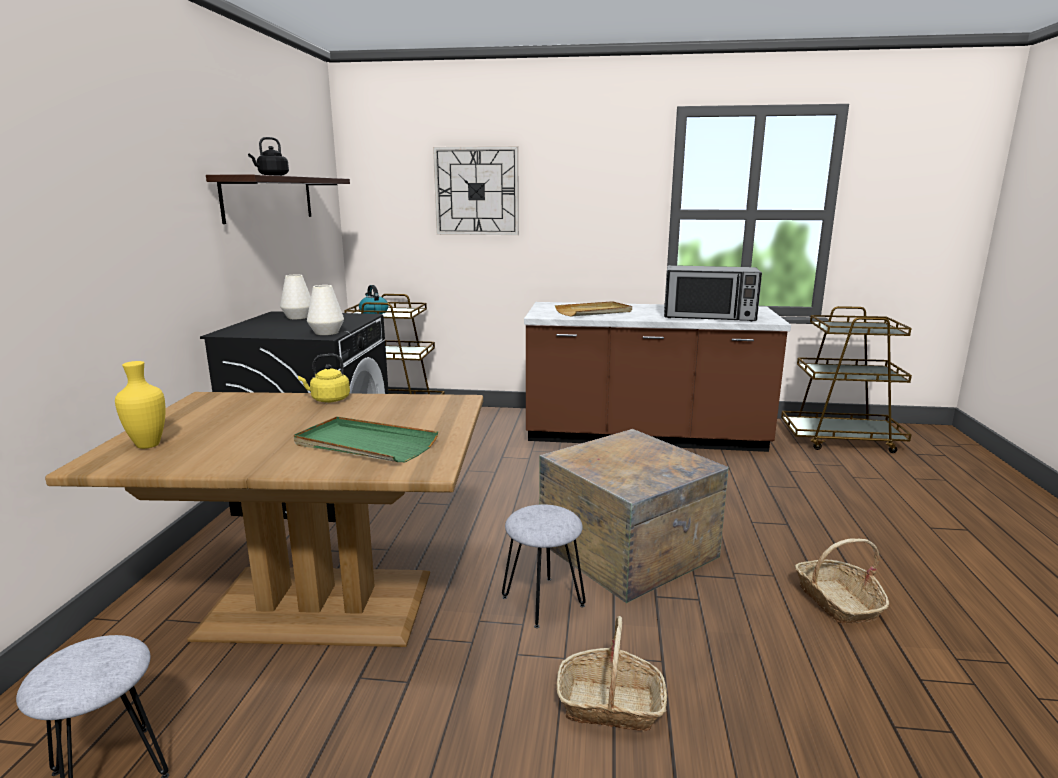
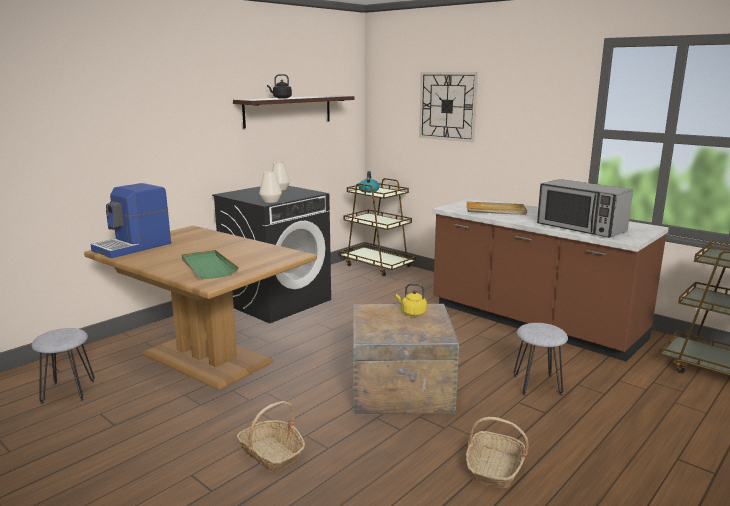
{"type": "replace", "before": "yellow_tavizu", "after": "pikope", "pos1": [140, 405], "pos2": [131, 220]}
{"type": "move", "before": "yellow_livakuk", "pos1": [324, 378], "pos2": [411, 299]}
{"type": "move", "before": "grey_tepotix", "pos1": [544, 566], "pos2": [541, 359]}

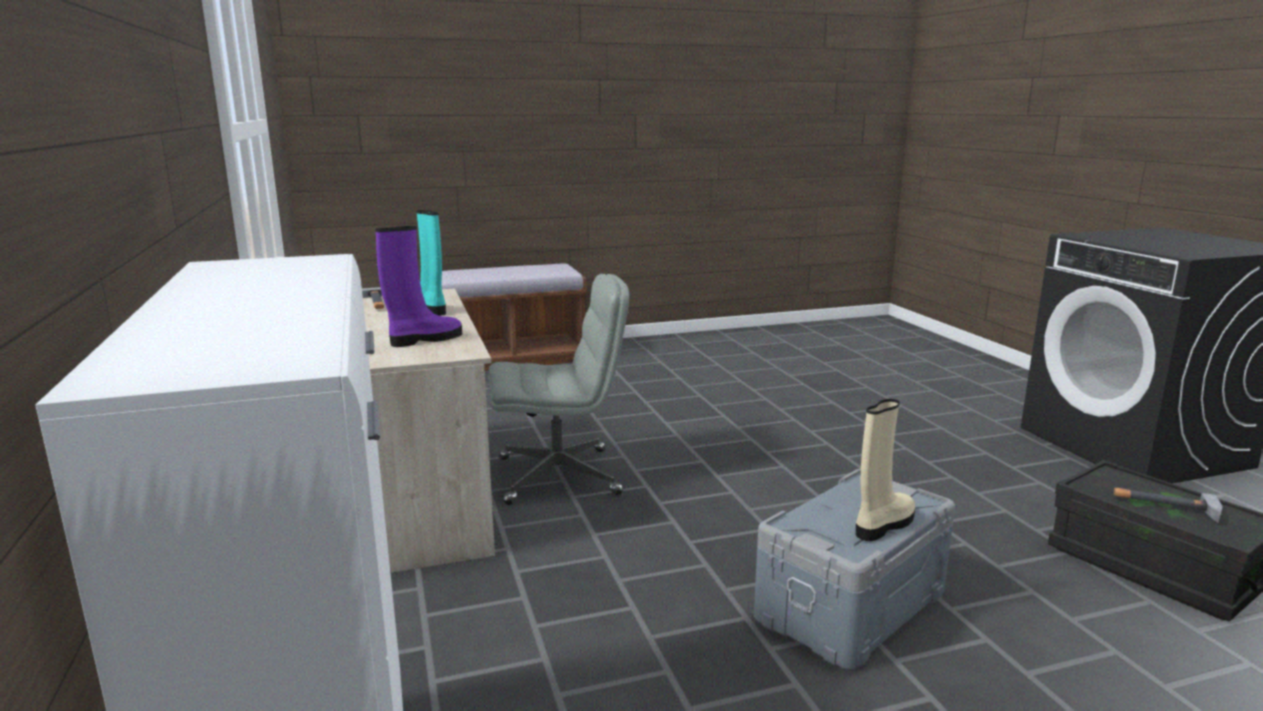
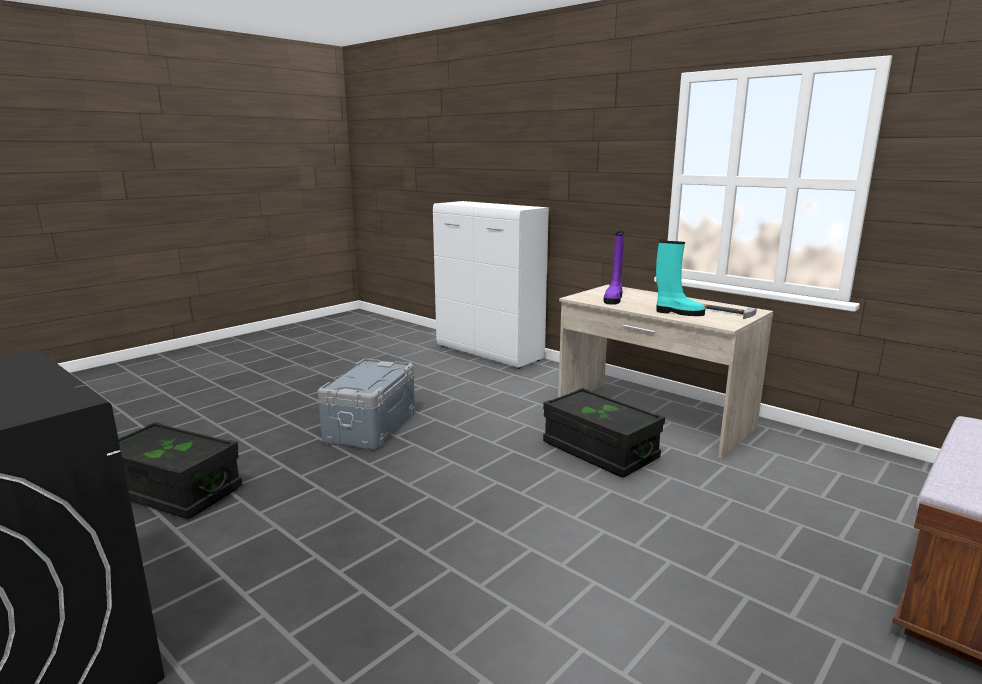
{"type": "replace", "before": "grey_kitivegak", "after": "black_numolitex", "pos1": [558, 389], "pos2": [604, 432]}
{"type": "delete", "before": "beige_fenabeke", "pos1": [885, 470]}
{"type": "delete", "before": "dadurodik", "pos1": [1168, 505]}

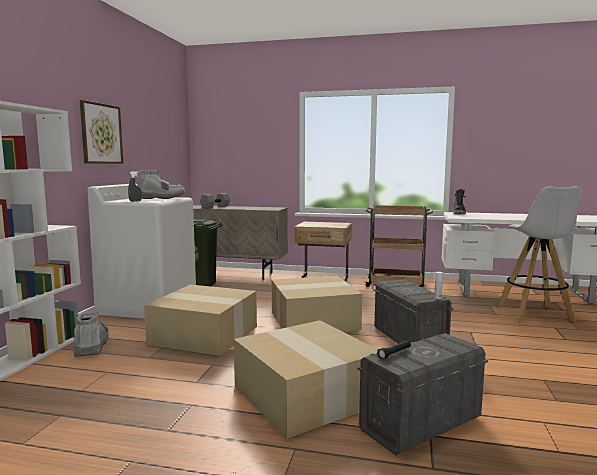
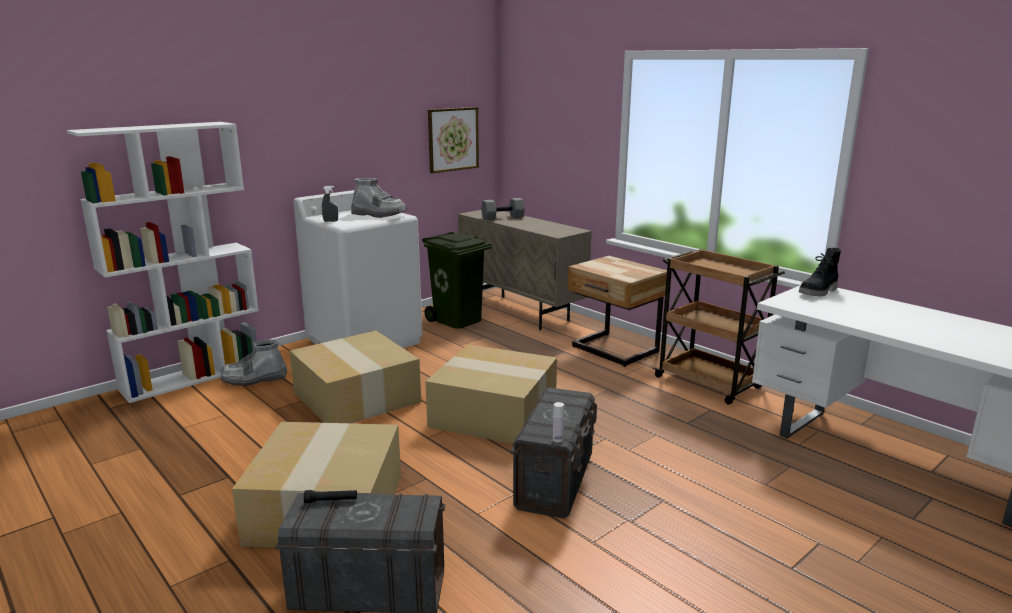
{"type": "rotate", "before": "grey_fenabeke", "pos1": [91, 335], "pos2": [254, 362], "turn": -135}
{"type": "move", "before": "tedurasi", "pos1": [101, 131], "pos2": [453, 140]}
{"type": "delete", "before": "white_tepotix", "pos1": [539, 254]}

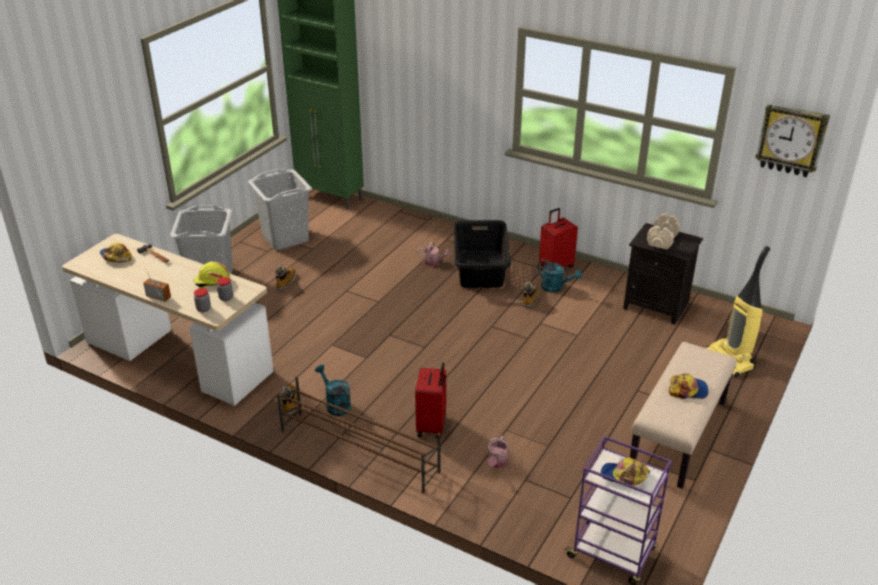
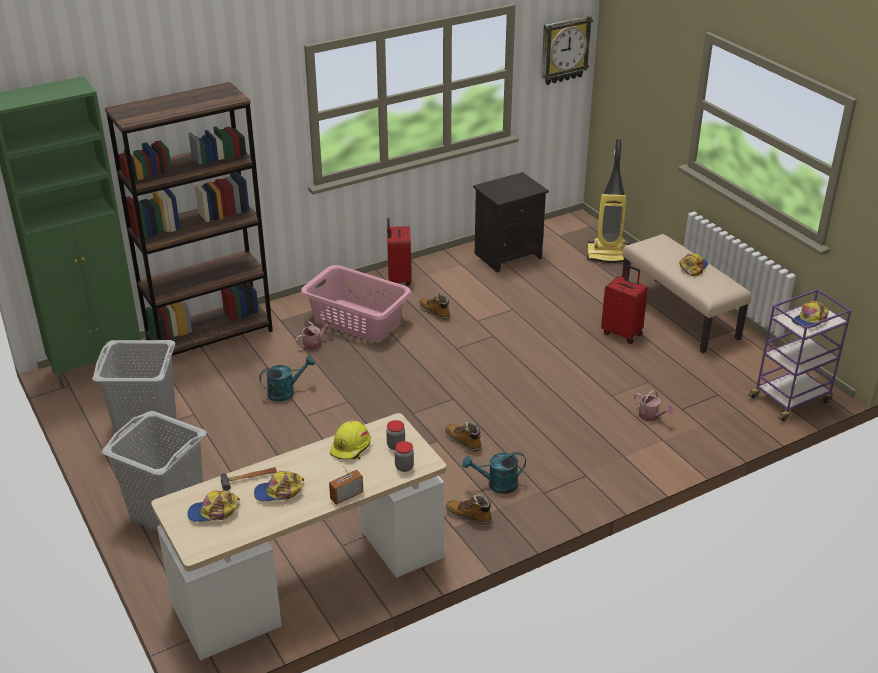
{"type": "insert", "after": "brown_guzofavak", "pos2": [189, 222]}
{"type": "insert", "after": "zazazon", "pos2": [279, 486]}
{"type": "move", "before": "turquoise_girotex", "pos1": [560, 275], "pos2": [287, 379]}
{"type": "recolor", "before": "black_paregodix", "after": "pink_paregodix", "pos1": [482, 254], "pos2": [356, 303]}
{"type": "move", "before": "fenabeke", "pos1": [285, 277], "pos2": [463, 436]}
{"type": "move", "before": "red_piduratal", "pos1": [430, 400], "pos2": [624, 304]}
{"type": "delete", "before": "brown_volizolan", "pos1": [359, 434]}
{"type": "delete", "before": "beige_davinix", "pos1": [663, 231]}

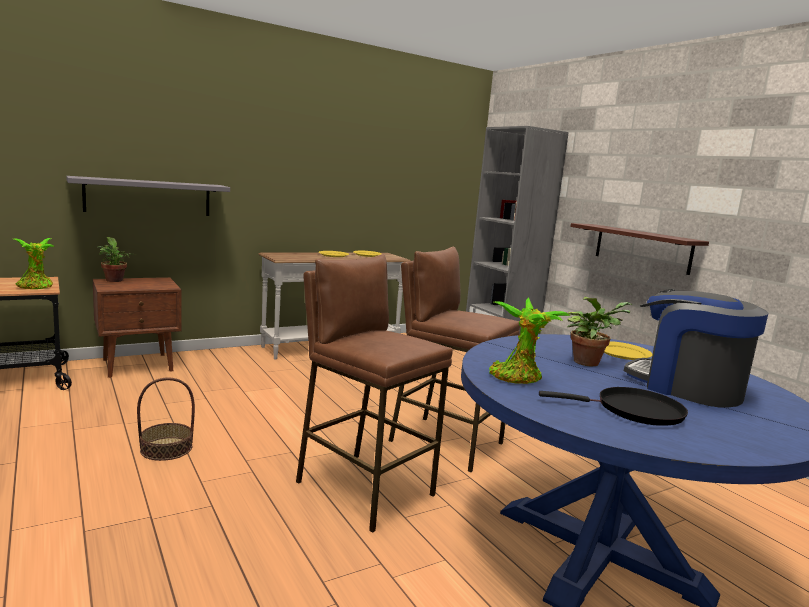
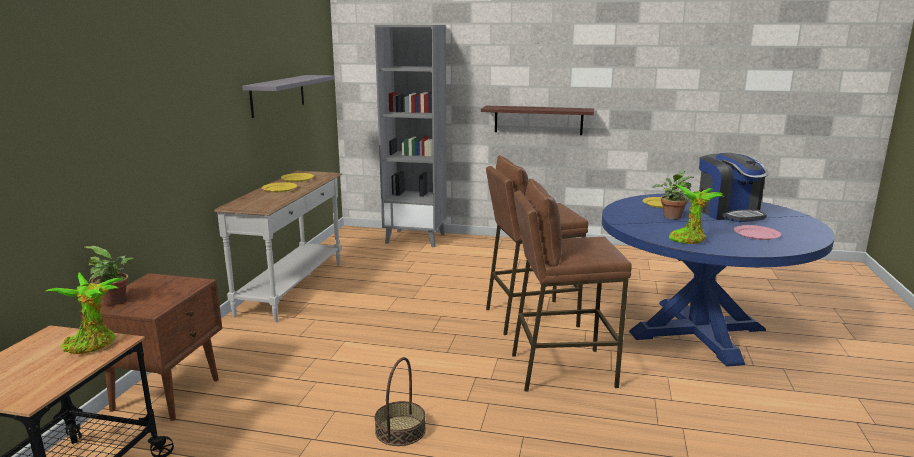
{"type": "move", "before": "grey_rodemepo", "pos1": [148, 196], "pos2": [288, 96]}
{"type": "rotate", "before": "pikope", "pos1": [696, 348], "pos2": [734, 187], "turn": -105}
{"type": "replace", "before": "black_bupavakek", "after": "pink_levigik", "pos1": [613, 406], "pos2": [757, 232]}

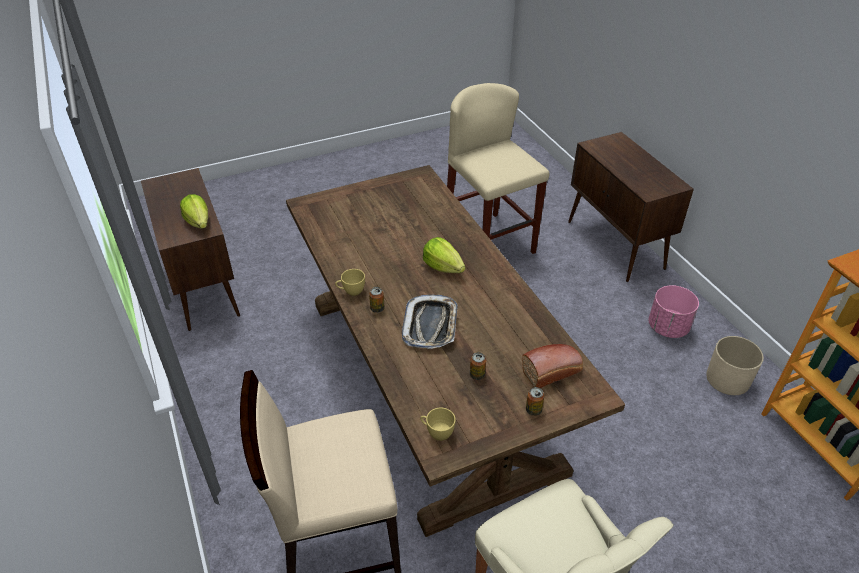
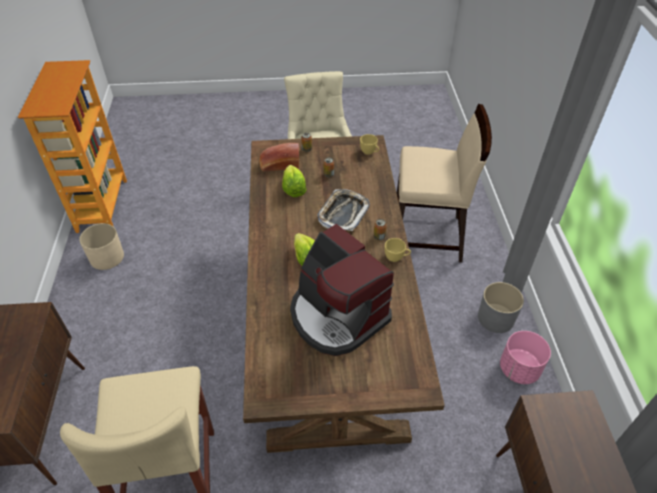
{"type": "move", "before": "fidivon", "pos1": [194, 211], "pos2": [294, 181]}
{"type": "insert", "after": "pikope", "pos2": [342, 290]}
{"type": "insert", "after": "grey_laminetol", "pos2": [501, 307]}
{"type": "move", "before": "pink_laminetol", "pos1": [674, 311], "pos2": [525, 357]}

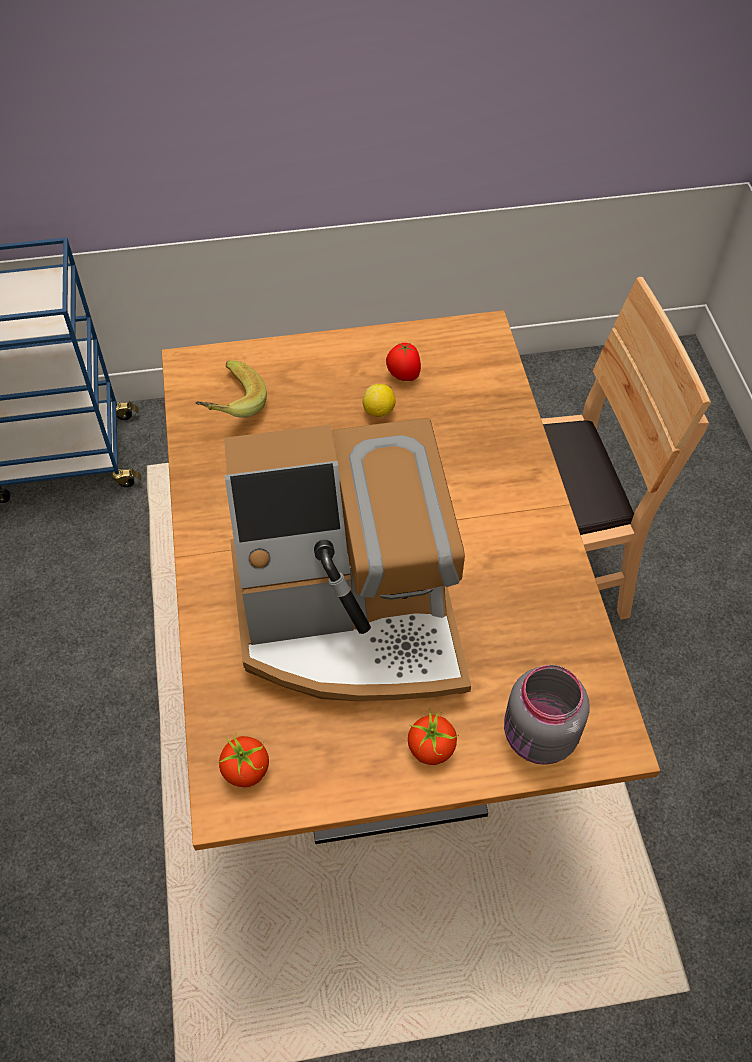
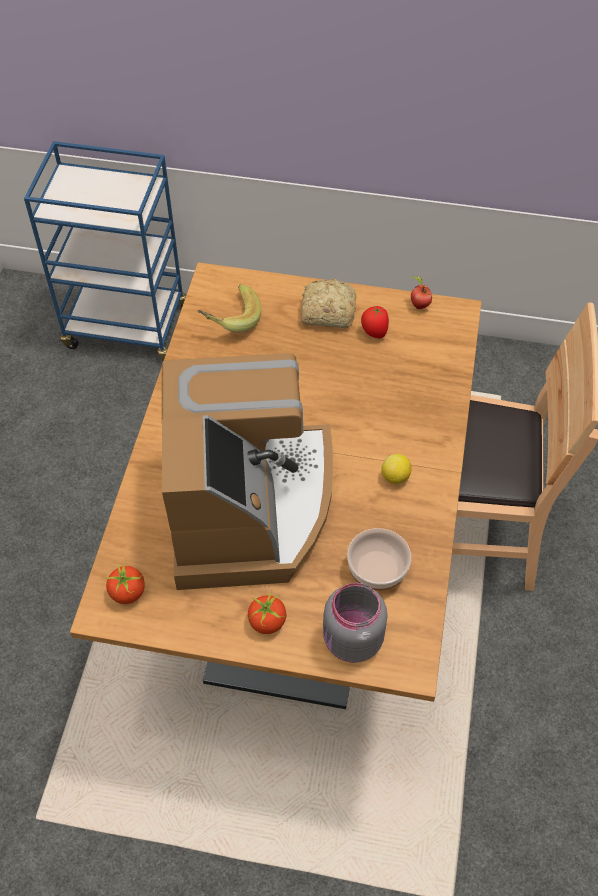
{"type": "rotate", "before": "pikope", "pos1": [347, 559], "pos2": [247, 471], "turn": -105}
{"type": "insert", "after": "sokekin", "pos2": [329, 303]}
{"type": "insert", "after": "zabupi", "pos2": [379, 559]}
{"type": "move", "before": "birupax", "pos1": [379, 400], "pos2": [396, 469]}
{"type": "insert", "after": "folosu", "pos2": [421, 293]}

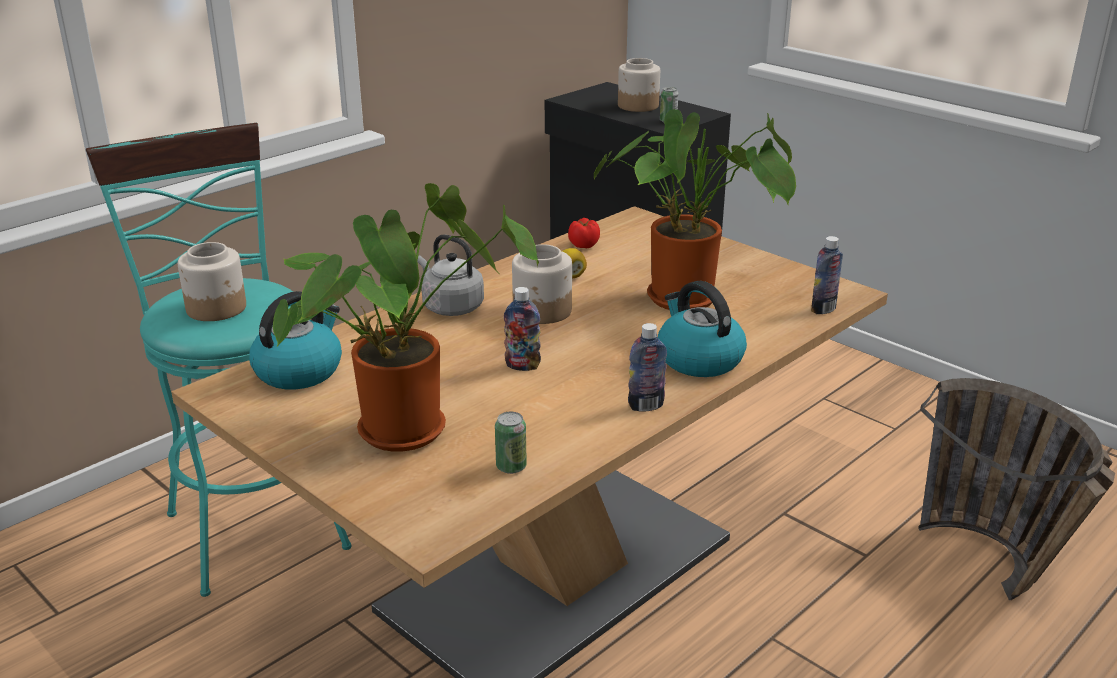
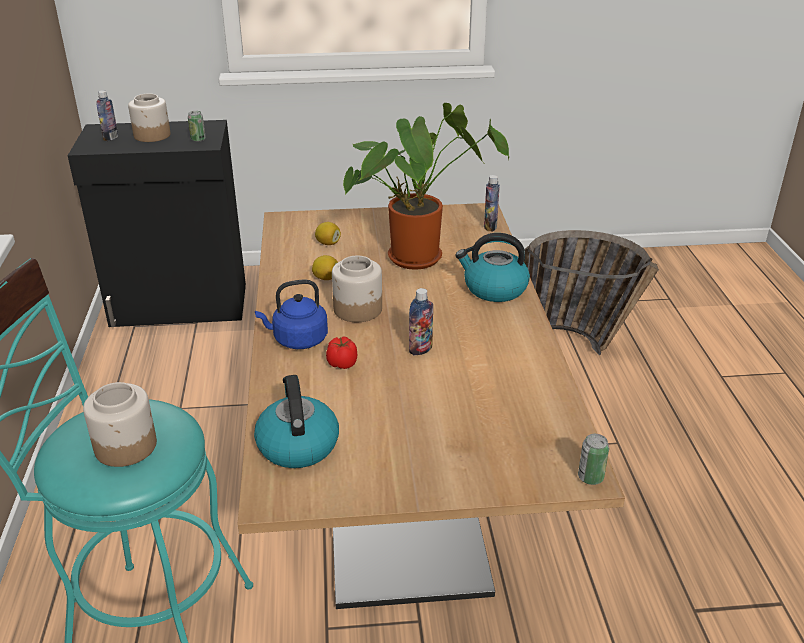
{"type": "move", "before": "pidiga", "pos1": [647, 367], "pos2": [107, 115]}
{"type": "recolor", "before": "grey_livakuk", "after": "blue_livakuk", "pos1": [450, 275], "pos2": [291, 314]}
{"type": "insert", "after": "birupax", "pos2": [328, 233]}
{"type": "move", "before": "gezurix", "pos1": [584, 233], "pos2": [341, 352]}
{"type": "move", "before": "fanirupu", "pos1": [511, 443], "pos2": [593, 459]}
{"type": "delete", "before": "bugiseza", "pos1": [406, 317]}

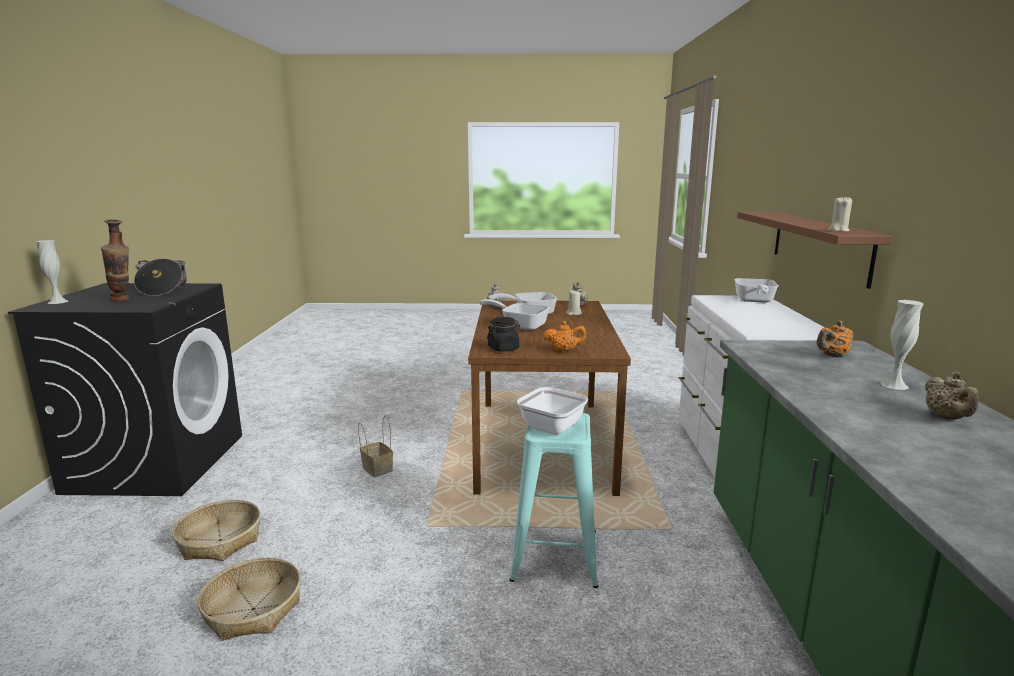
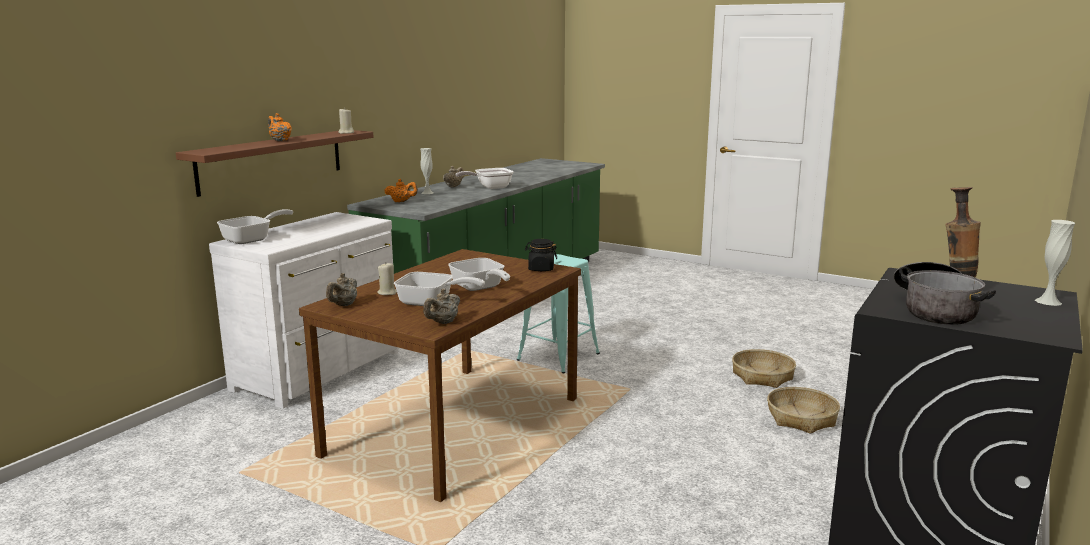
{"type": "move", "before": "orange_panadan", "pos1": [565, 336], "pos2": [280, 127]}
{"type": "move", "before": "bupavakek", "pos1": [553, 407], "pos2": [484, 178]}
{"type": "delete", "before": "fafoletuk", "pos1": [375, 446]}

